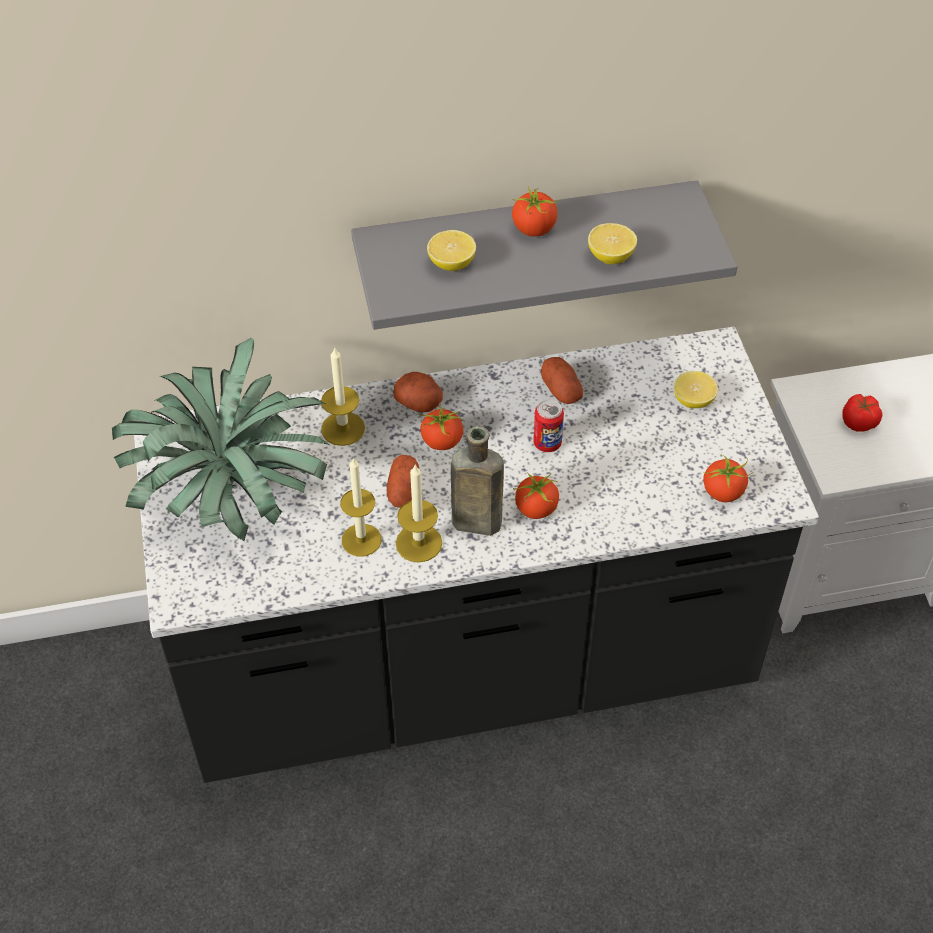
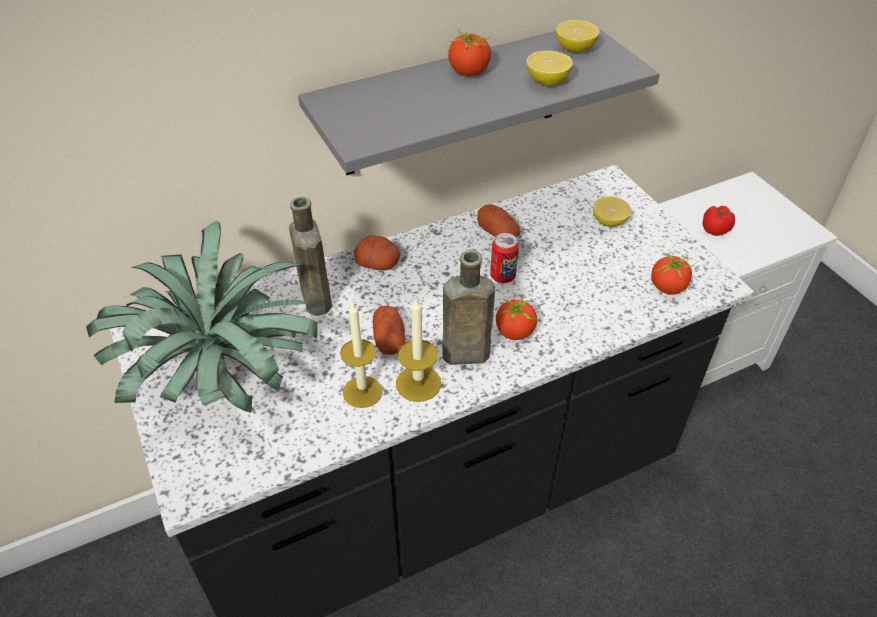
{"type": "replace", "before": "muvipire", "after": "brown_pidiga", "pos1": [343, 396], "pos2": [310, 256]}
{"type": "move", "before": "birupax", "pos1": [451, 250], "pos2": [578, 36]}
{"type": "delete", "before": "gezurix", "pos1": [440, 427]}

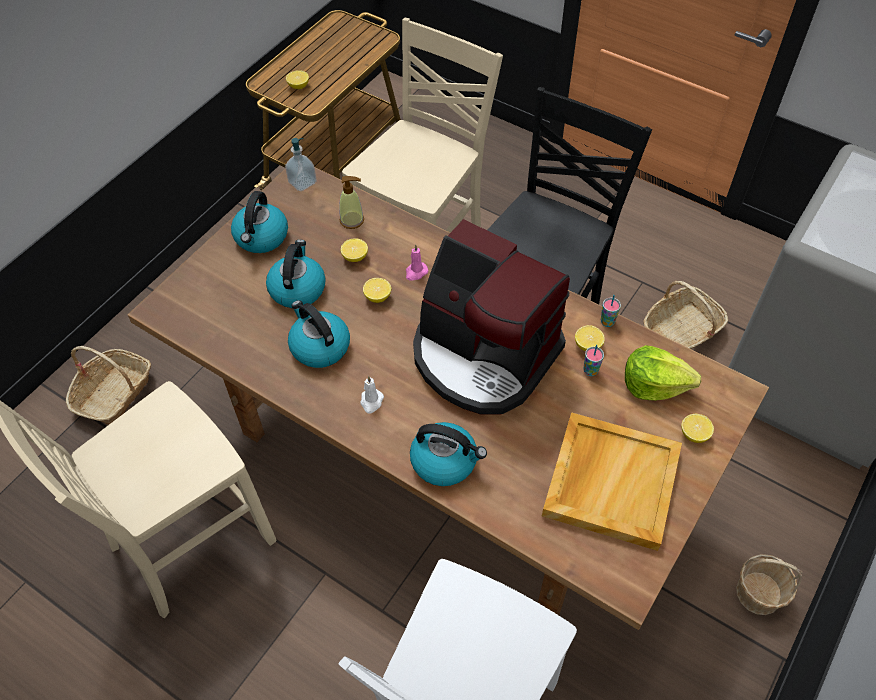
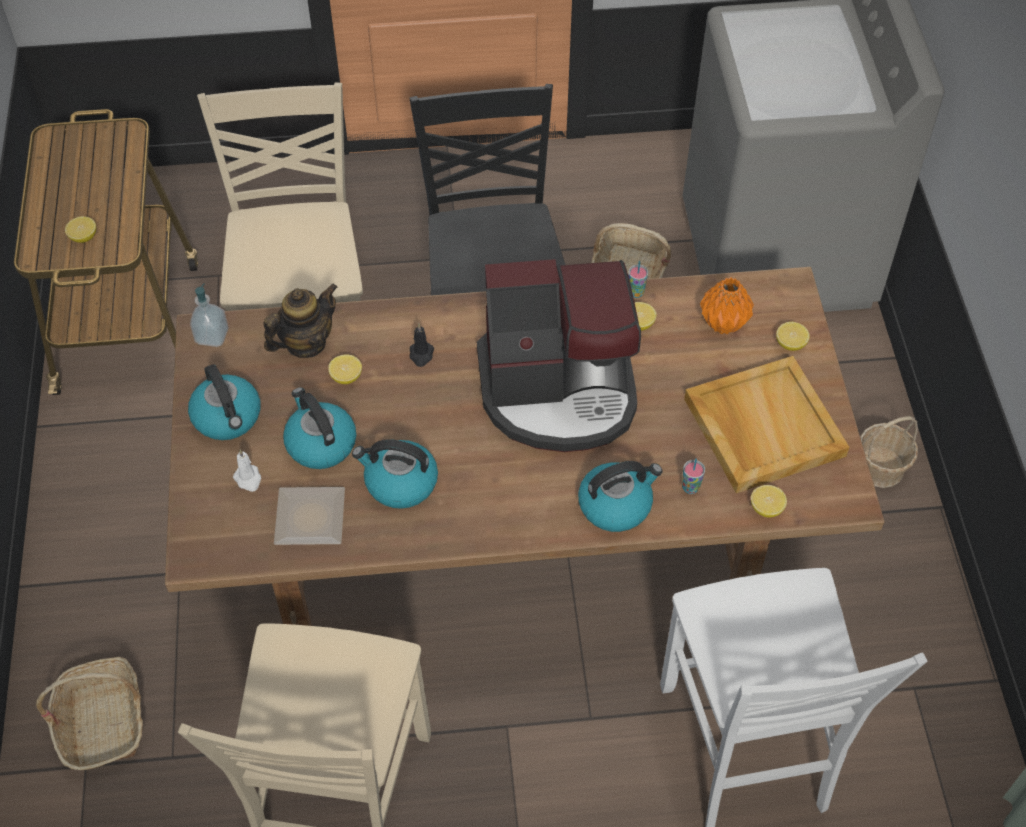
{"type": "move", "before": "white_muvipire", "pos1": [372, 395], "pos2": [247, 471]}
{"type": "replace", "before": "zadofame", "after": "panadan", "pos1": [351, 202], "pos2": [301, 320]}
{"type": "insert", "after": "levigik", "pos2": [309, 516]}
{"type": "recolor", "before": "pink_muvipire", "after": "black_muvipire", "pos1": [417, 262], "pos2": [422, 345]}
{"type": "move", "before": "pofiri", "pos1": [593, 360], "pos2": [693, 476]}
{"type": "replace", "before": "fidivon", "after": "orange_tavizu", "pos1": [663, 373], "pos2": [727, 305]}
{"type": "move", "before": "birupax", "pos1": [377, 290], "pos2": [769, 501]}

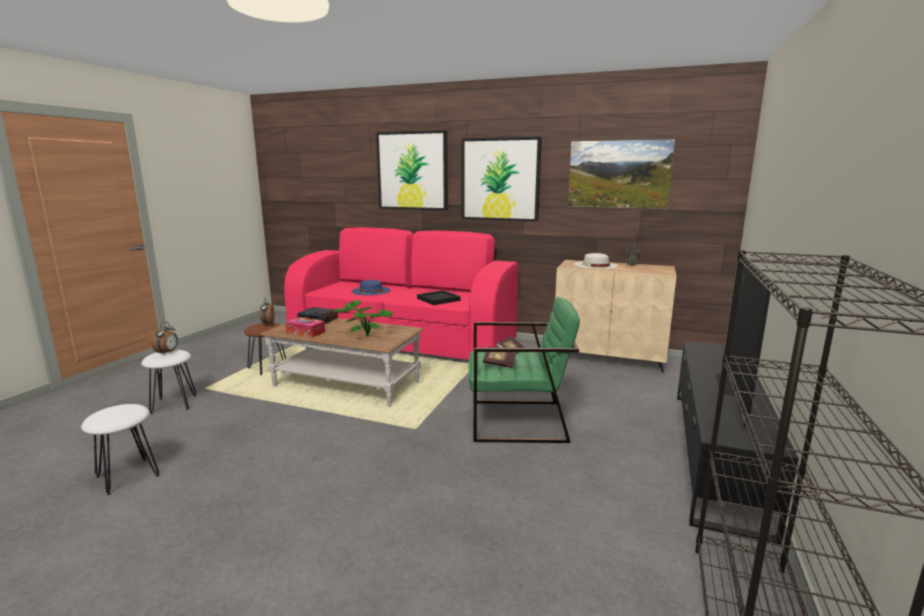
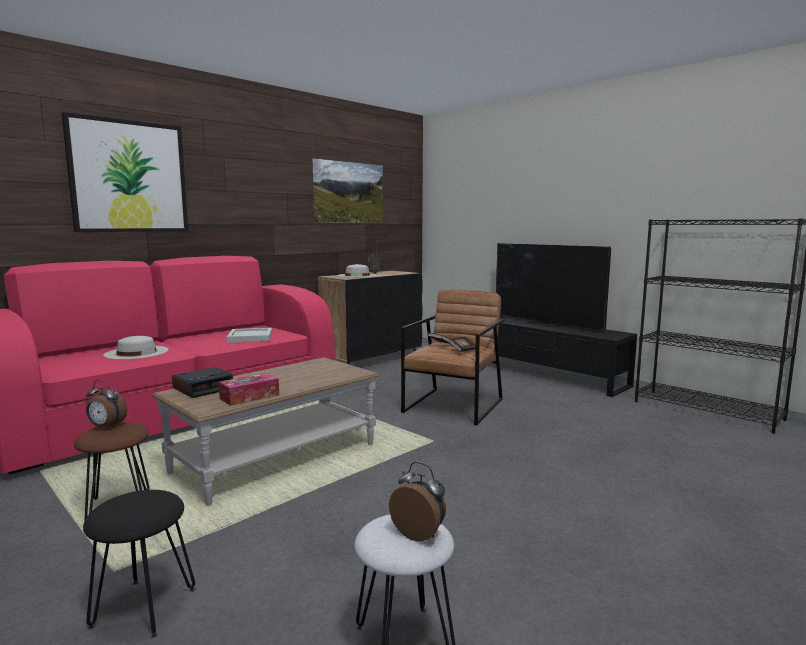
{"type": "recolor", "before": "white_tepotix", "after": "black_tepotix", "pos1": [168, 382], "pos2": [139, 564]}
{"type": "recolor", "before": "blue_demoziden", "after": "white_demoziden", "pos1": [371, 287], "pos2": [136, 348]}
{"type": "recolor", "before": "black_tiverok", "after": "white_tiverok", "pos1": [439, 297], "pos2": [249, 335]}
{"type": "recolor", "before": "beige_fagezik", "after": "black_fagezik", "pos1": [616, 316], "pos2": [370, 318]}
{"type": "move", "before": "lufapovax", "pos1": [165, 338], "pos2": [417, 502]}
{"type": "recolor", "before": "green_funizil", "after": "brown_funizil", "pos1": [524, 370], "pos2": [453, 357]}
{"type": "delete", "before": "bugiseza", "pos1": [363, 317]}
{"type": "delete", "before": "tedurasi", "pos1": [502, 179]}

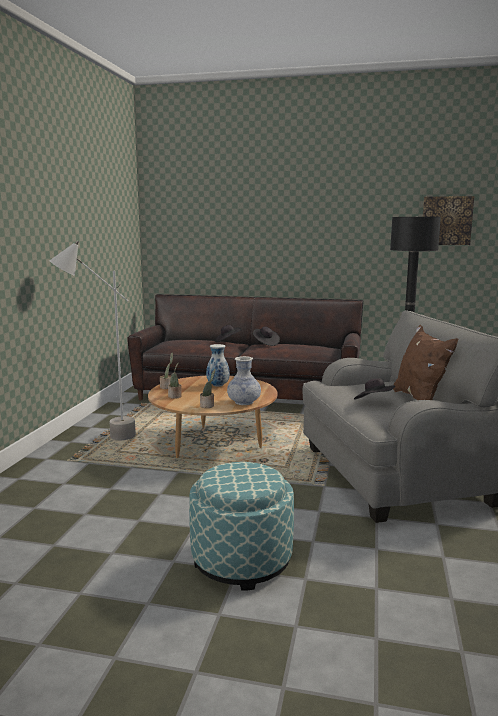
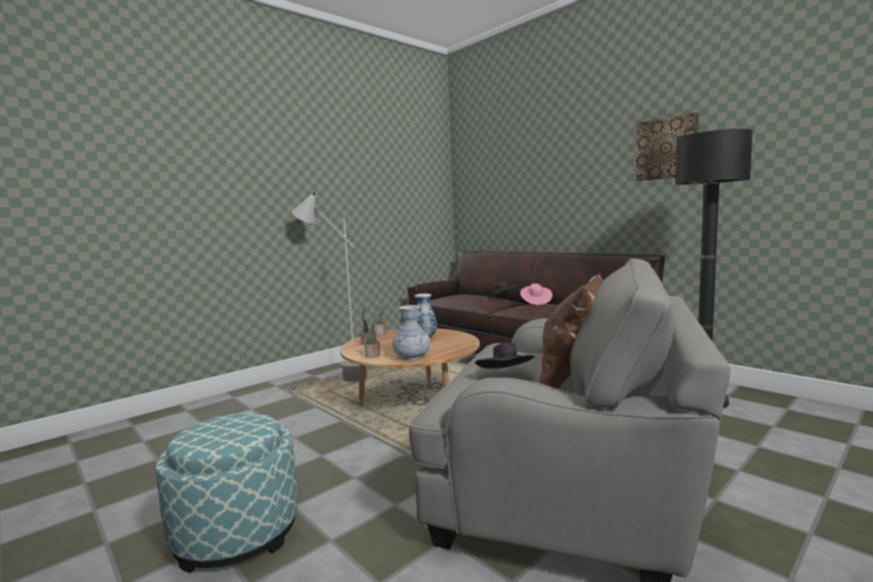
{"type": "recolor", "before": "black_demoziden", "after": "pink_demoziden", "pos1": [266, 336], "pos2": [536, 294]}
{"type": "move", "before": "tedurasi", "pos1": [448, 220], "pos2": [668, 146]}

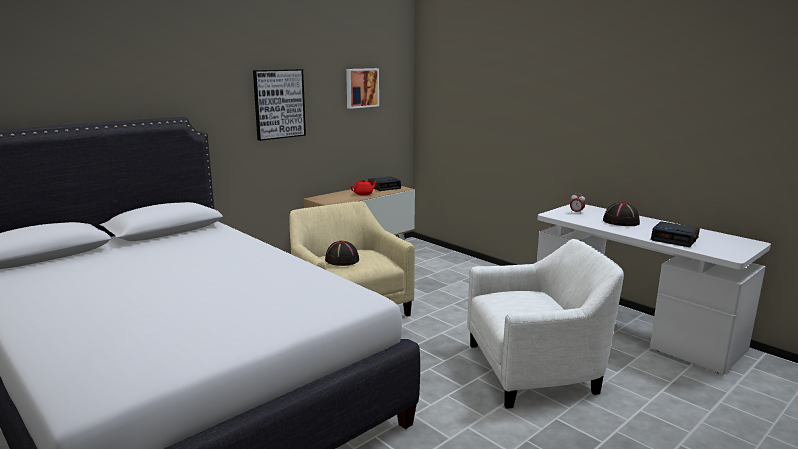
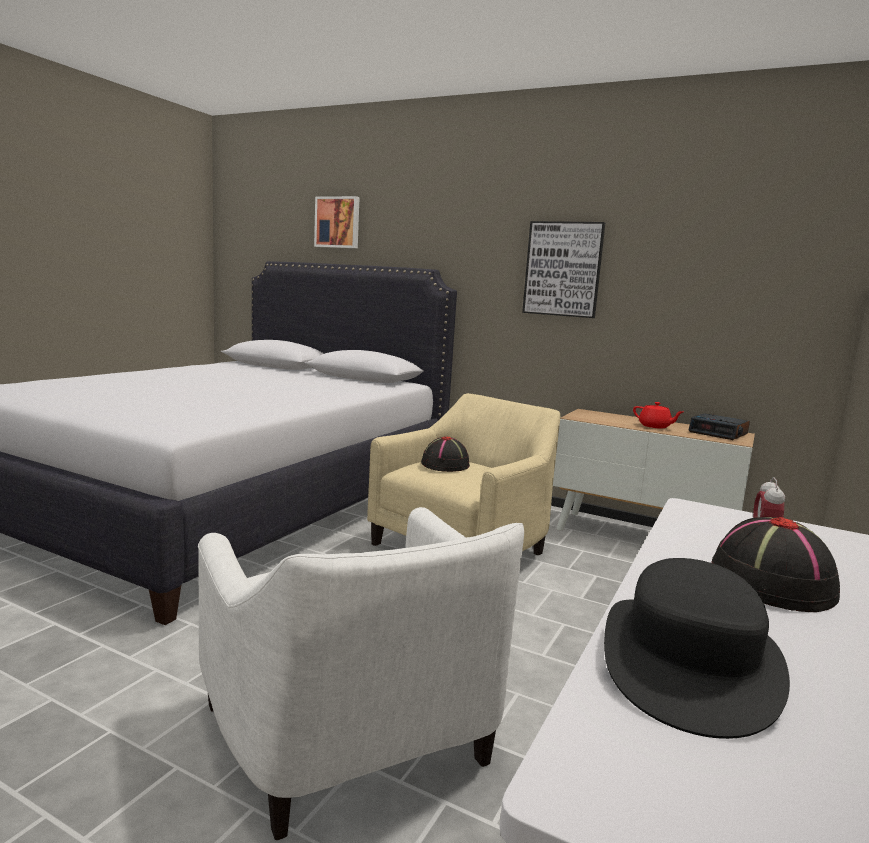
{"type": "move", "before": "tedurasi", "pos1": [362, 88], "pos2": [337, 222]}
{"type": "replace", "before": "lufapovax", "after": "black_demoziden", "pos1": [675, 234], "pos2": [697, 648]}

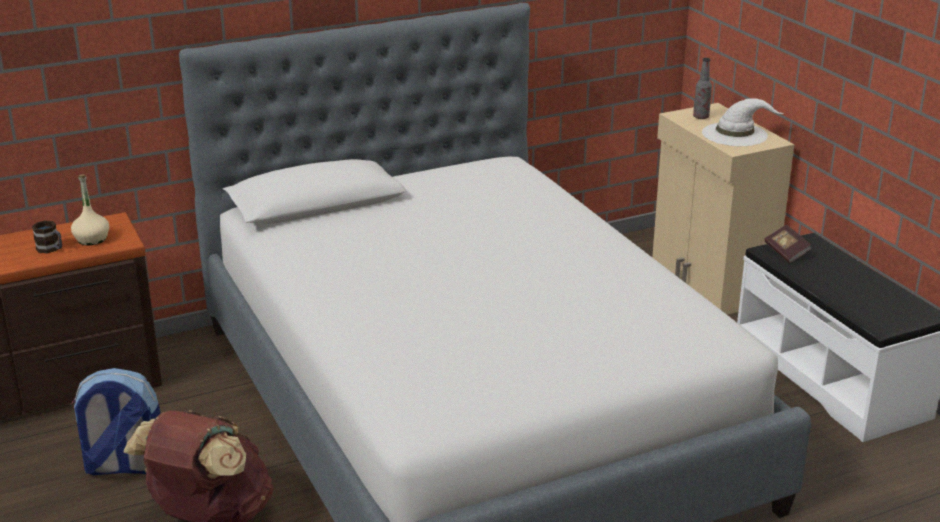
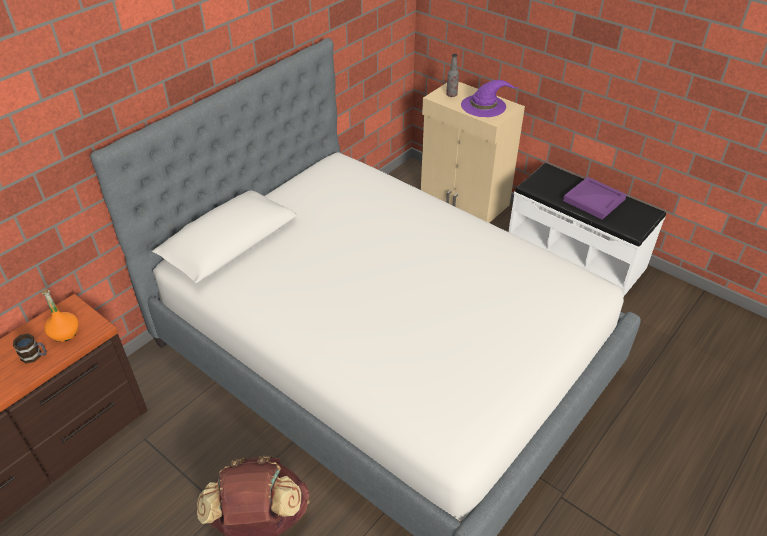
{"type": "recolor", "before": "beige_pidiga", "after": "orange_pidiga", "pos1": [90, 210], "pos2": [60, 315]}
{"type": "recolor", "before": "white_demoziden", "after": "purple_demoziden", "pos1": [743, 122], "pos2": [490, 98]}
{"type": "insert", "after": "purple_tiverok", "pos2": [595, 198]}
{"type": "delete", "before": "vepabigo", "pos1": [116, 421]}
{"type": "delete", "before": "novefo", "pos1": [787, 243]}

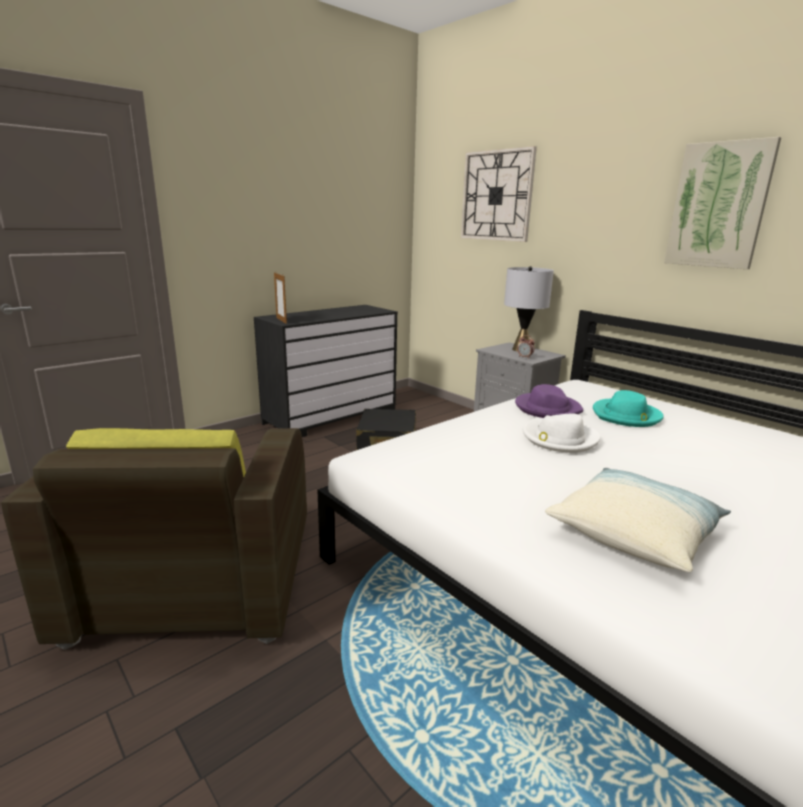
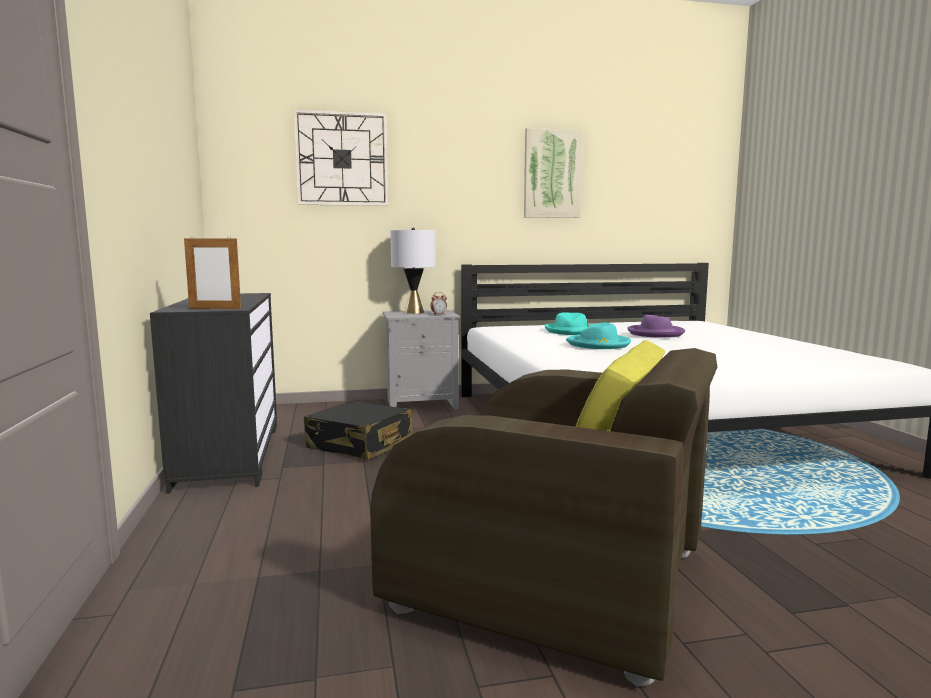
{"type": "recolor", "before": "white_demoziden", "after": "turquoise_demoziden", "pos1": [561, 433], "pos2": [598, 336]}
{"type": "move", "before": "purple_demoziden", "pos1": [549, 401], "pos2": [656, 326]}
{"type": "delete", "before": "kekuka", "pos1": [638, 520]}

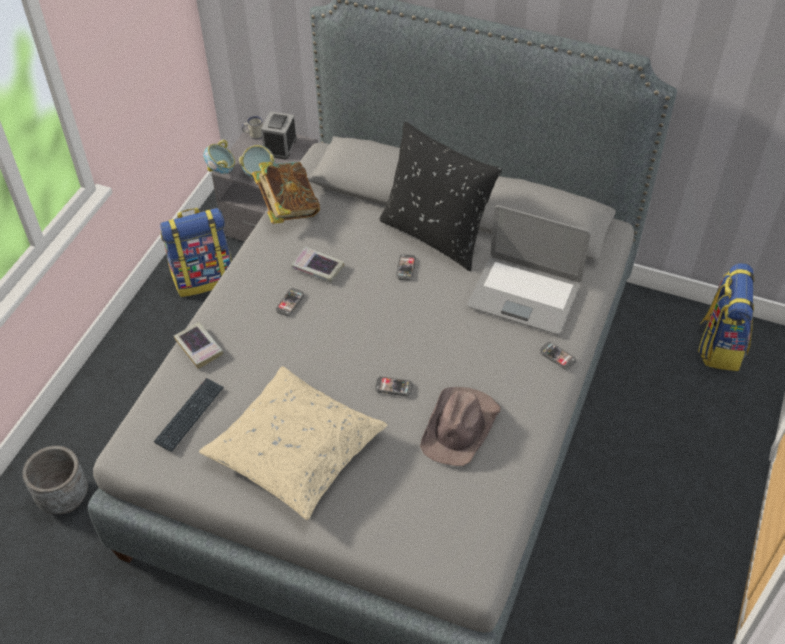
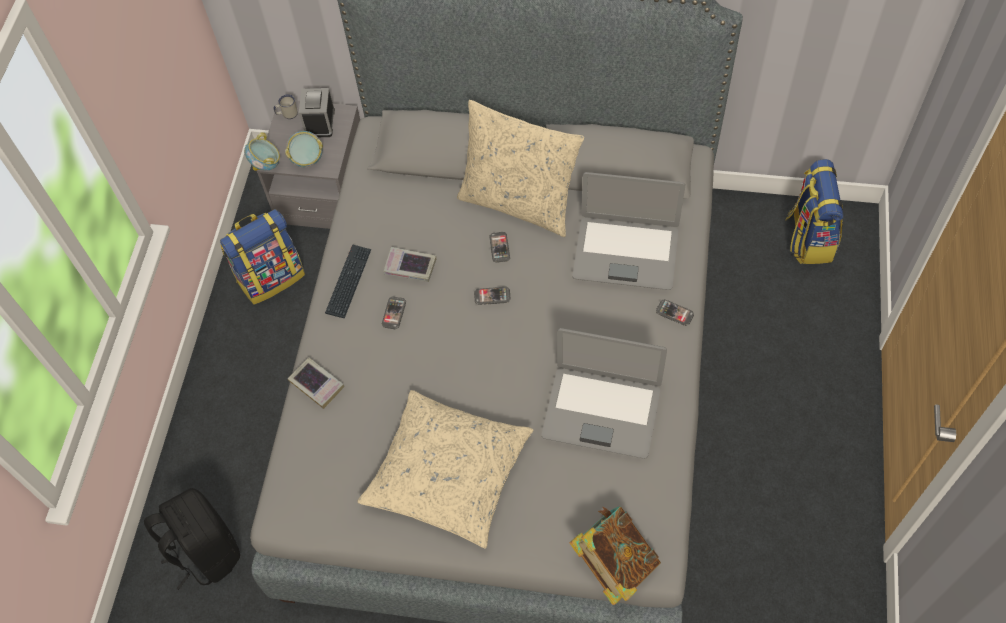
{"type": "replace", "before": "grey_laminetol", "after": "black_vepabigo", "pos1": [55, 480], "pos2": [192, 539]}
{"type": "move", "before": "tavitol", "pos1": [189, 415], "pos2": [348, 281]}
{"type": "recolor", "before": "black_kekuka", "after": "beige_kekuka", "pos1": [440, 196], "pos2": [520, 168]}
{"type": "move", "before": "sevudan", "pos1": [394, 386], "pos2": [492, 296]}
{"type": "replace", "before": "brown_demoziden", "after": "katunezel", "pos1": [460, 426], "pos2": [604, 393]}
{"type": "move", "before": "novefo", "pos1": [286, 193], "pos2": [615, 555]}

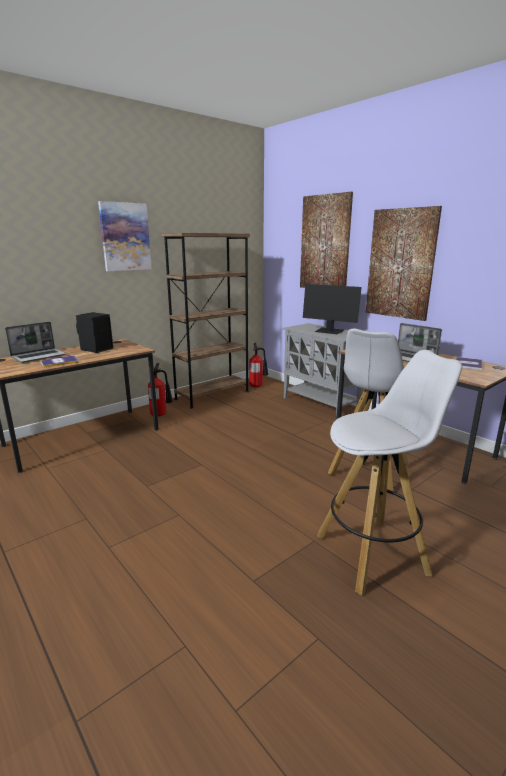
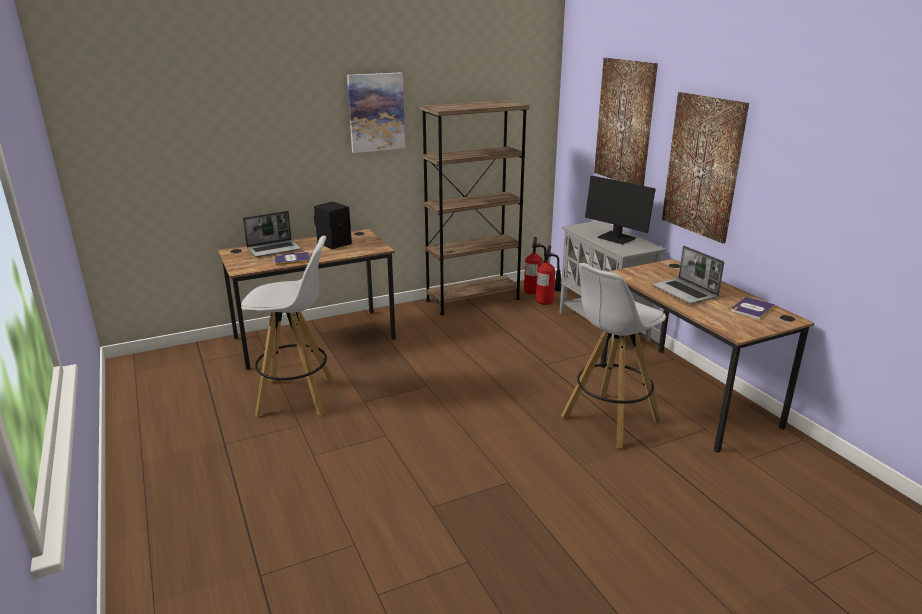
{"type": "move", "before": "white_tepotix", "pos1": [389, 472], "pos2": [287, 326]}
{"type": "move", "before": "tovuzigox", "pos1": [160, 389], "pos2": [548, 275]}

